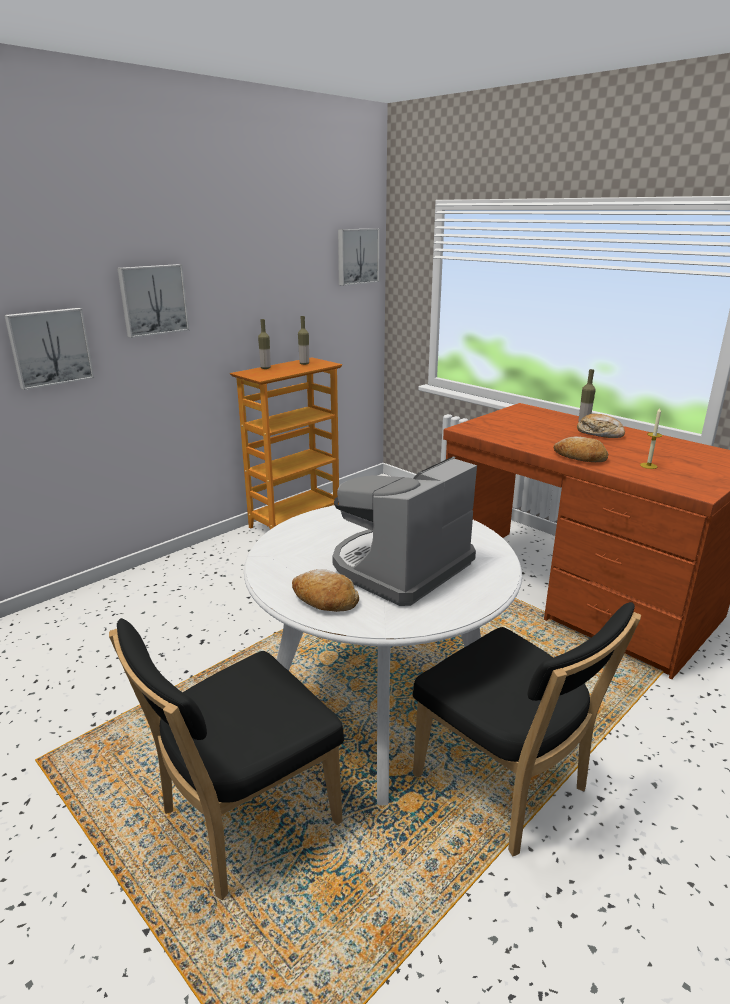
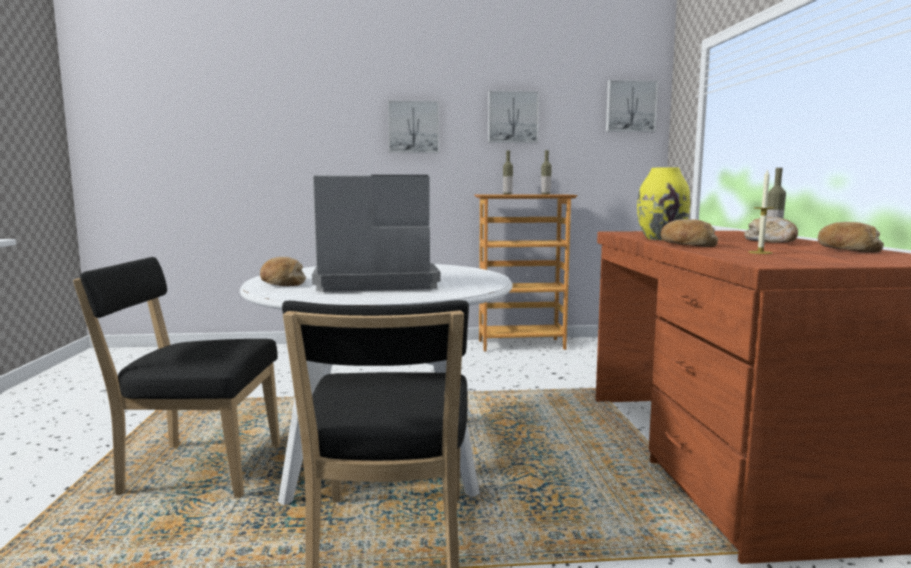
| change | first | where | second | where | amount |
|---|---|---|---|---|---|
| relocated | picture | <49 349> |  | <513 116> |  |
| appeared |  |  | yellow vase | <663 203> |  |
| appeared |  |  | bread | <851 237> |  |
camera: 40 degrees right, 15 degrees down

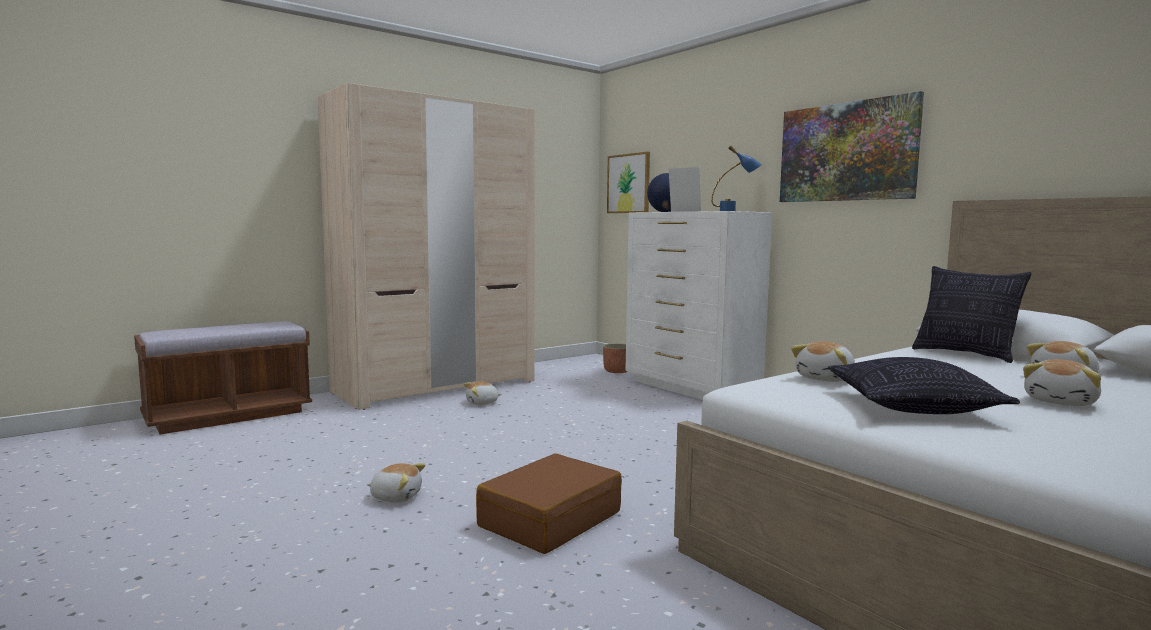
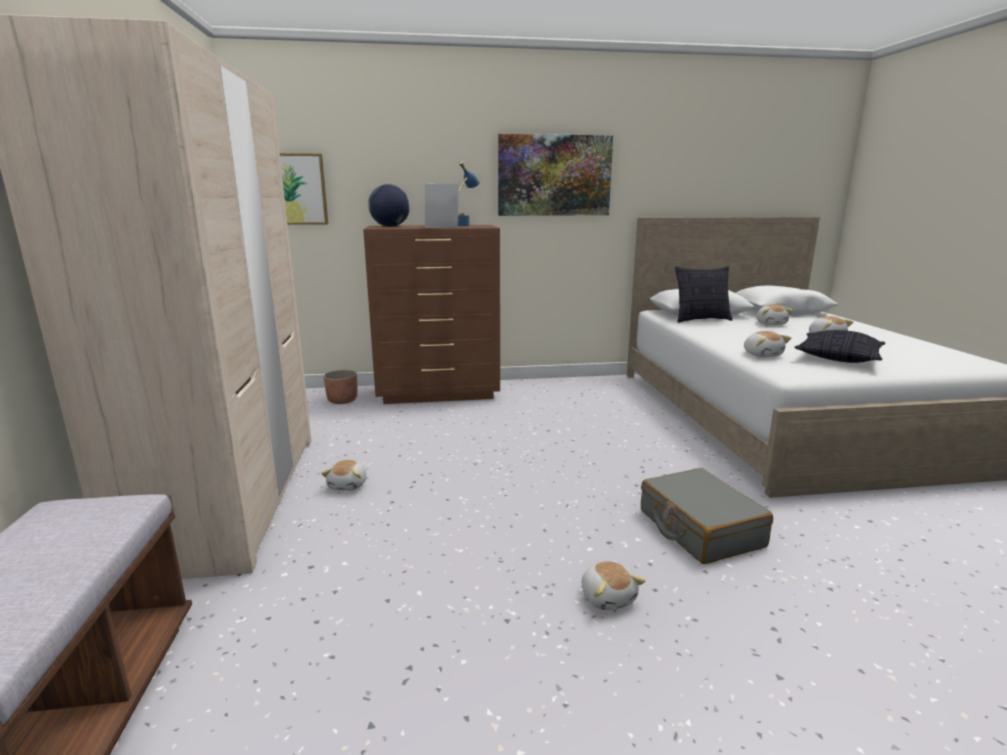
| change | first | where | second | where | amount |
|---|---|---|---|---|---|
| colour | white dresser | <698 305> | brown dresser | <431 314> |  |
| colour | brown suitcase | <549 503> | grey suitcase | <707 516> |  |
| spun | plush toy | <396 483> |  | <614 586> | 120 degrees clockwise |
camera: 60 degrees left, 10 degrees up

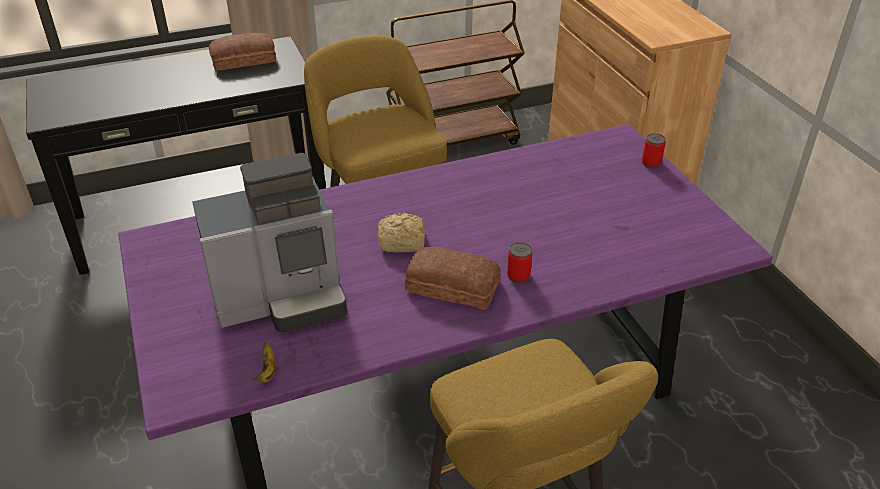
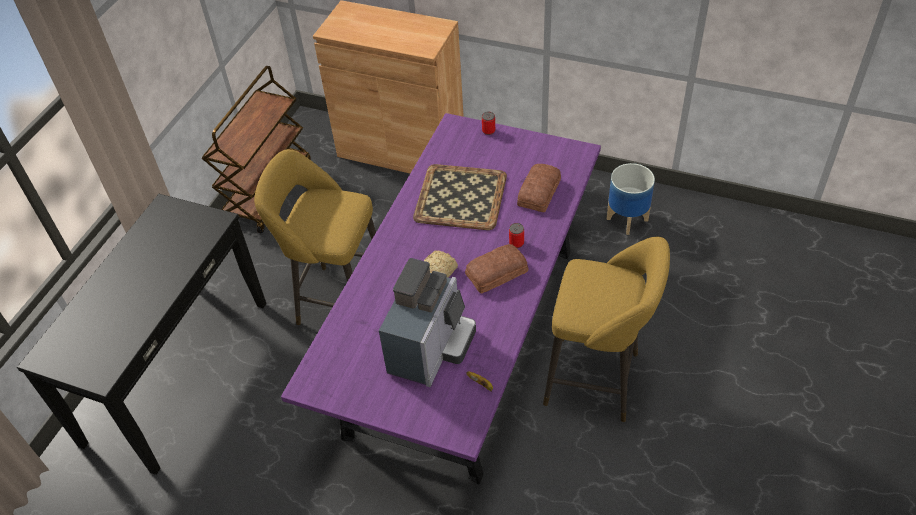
| change | first | where | second | where | amount |
|---|---|---|---|---|---|
| relocated | bread | <242 52> |  | <539 188> |  |
| appeared |  |  | planter | <631 199> |  |
| appeared |  |  | tray | <460 197> |  |
camera: 45 degrees left, 10 degrees up

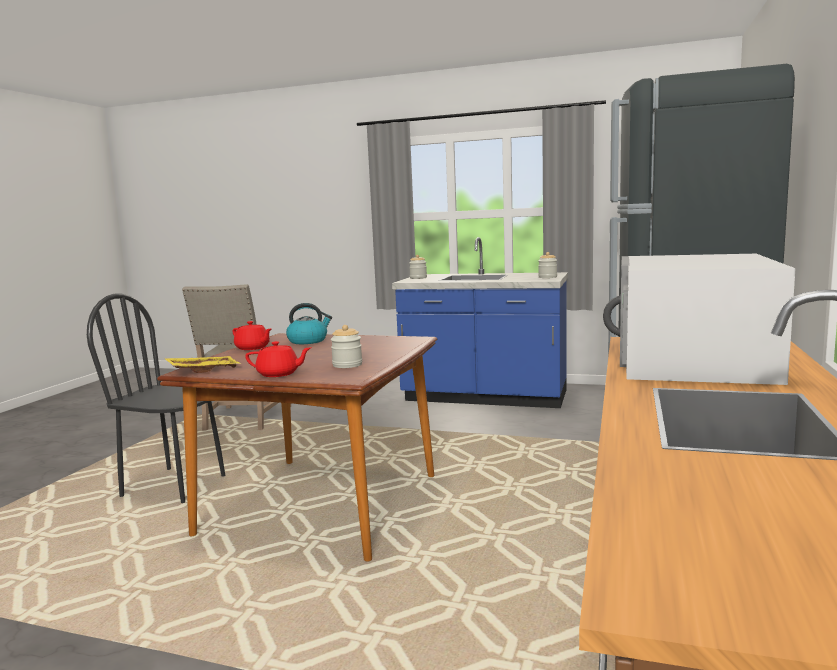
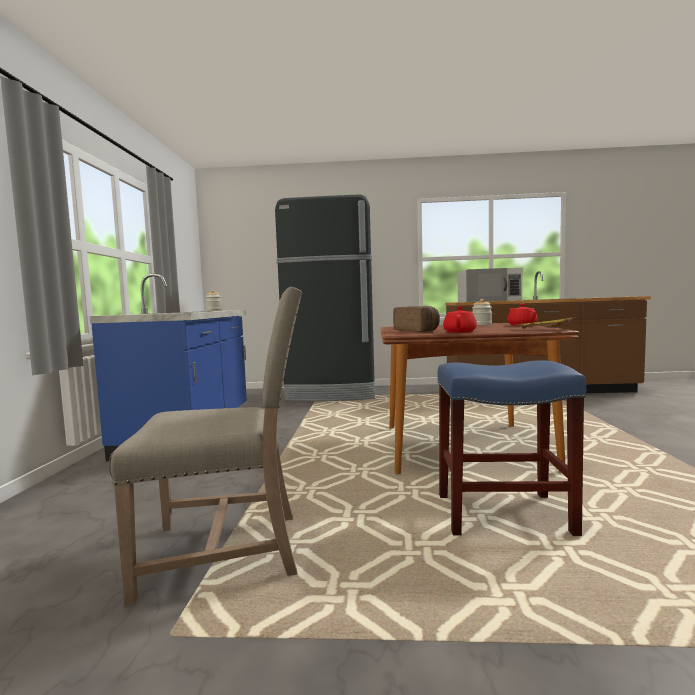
| change | first | where | second | where | amount |
|---|---|---|---|---|---|
| missing | jar | <418 267> |  |  |  |
| exchanged | black chair | <156 398> | blue stool | <511 448> |  |
| exchanged | kettle | <309 323> | bread | <416 319> |  |
camera: 105 degrees left, 5 degrees down

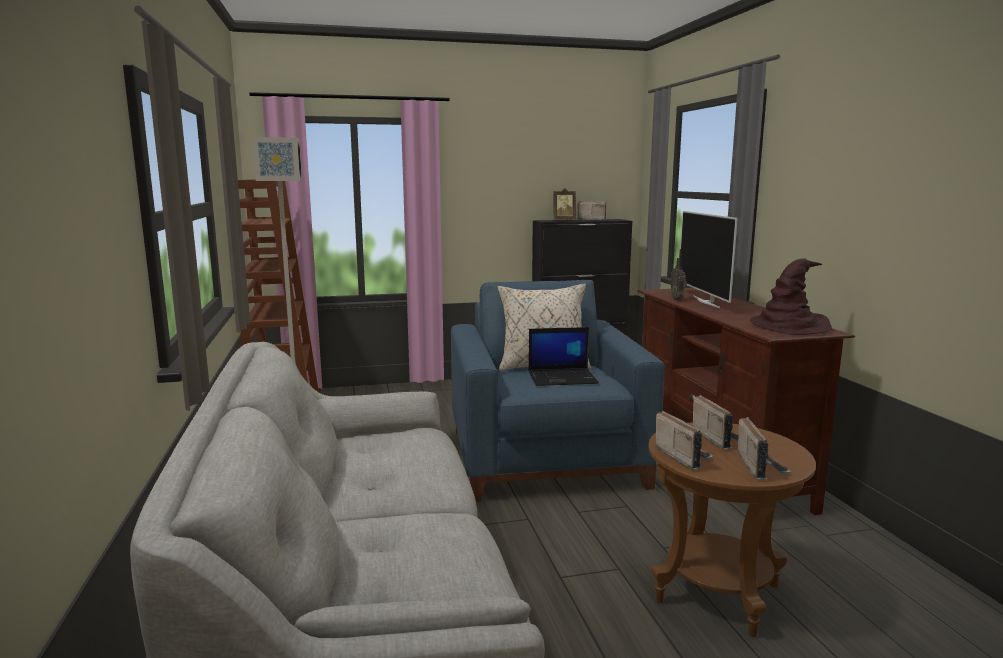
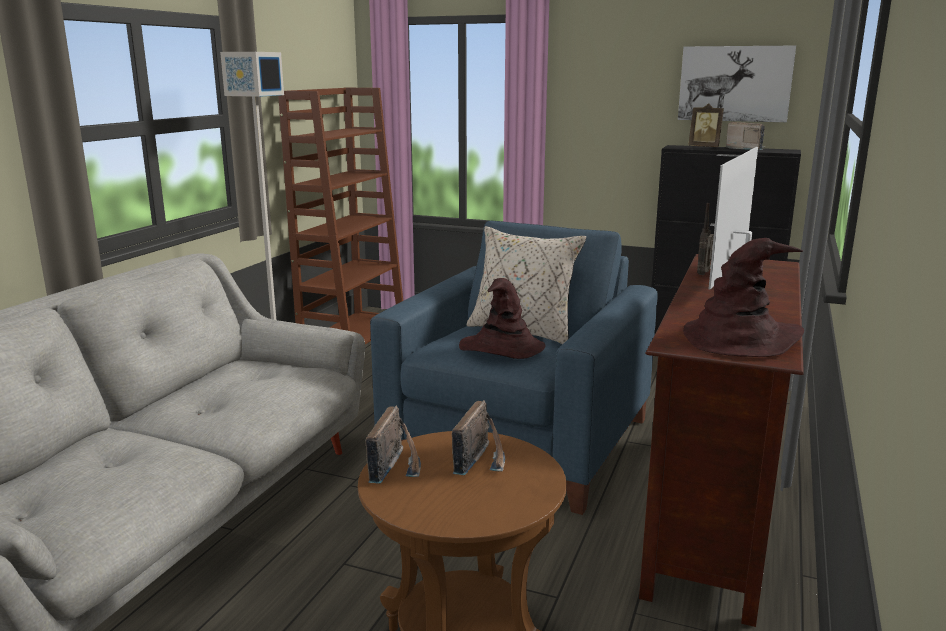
| change | first | where | second | where | amount |
|---|---|---|---|---|---|
| exchanged | laptop | <564 356> | brown hat | <502 318> |  |
| missing | radio | <764 448> |  |  |  |
| appeared |  |  | picture | <737 84> |  |
camera: 35 degrees right, 5 degrees up

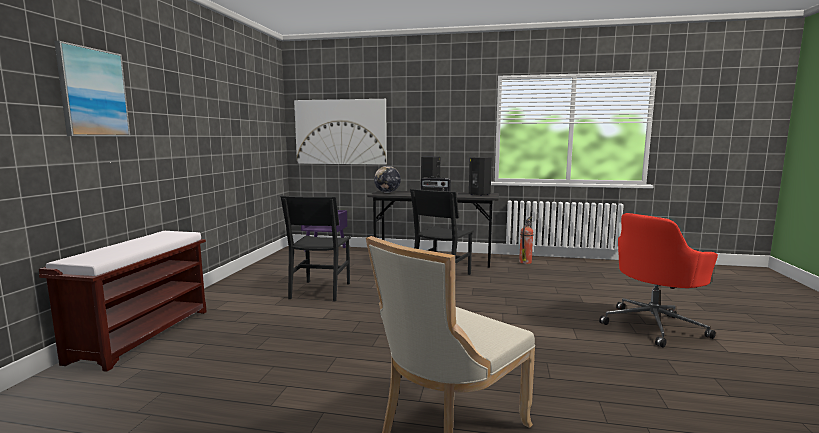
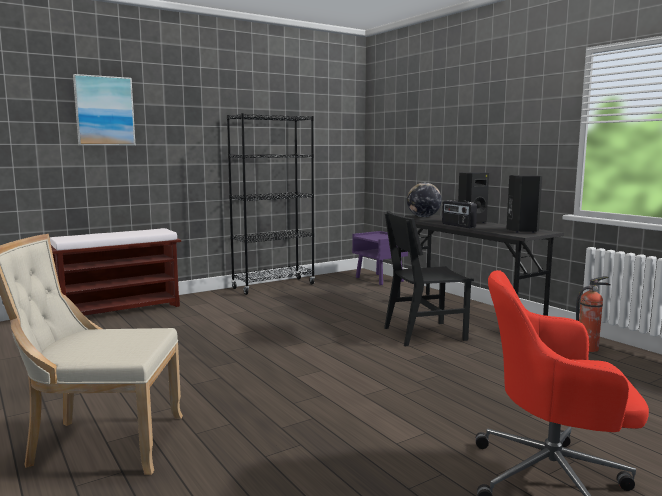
| change | first | where | second | where | amount |
|---|---|---|---|---|---|
| missing | picture | <340 132> |  |  |  |
| missing | black chair | <316 248> |  |  |  |
| appeared |  |  | black bookcase | <271 204> |  |
camera: 45 degrees right, 0 degrees up

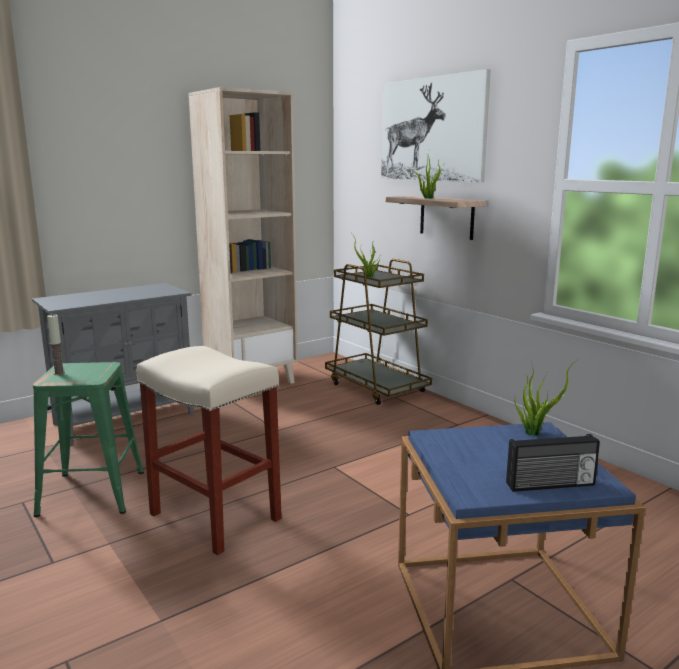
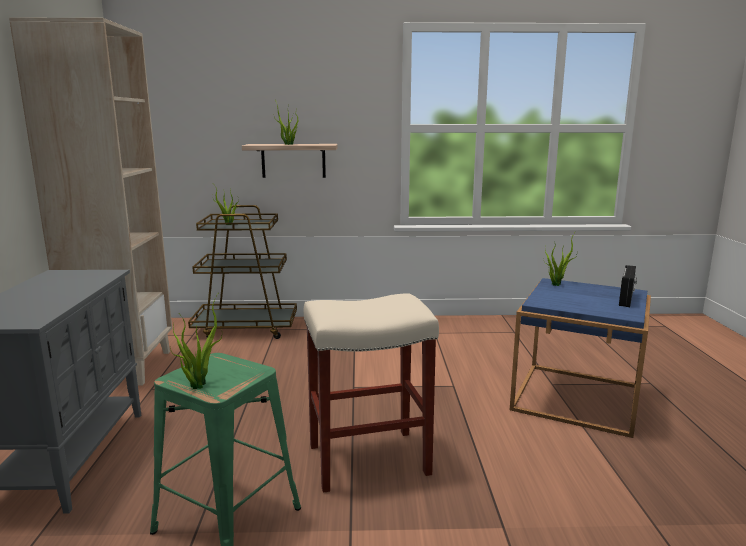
| change | first | where | second | where | amount |
|---|---|---|---|---|---|
| missing | picture | <436 125> |  |  |  |
| exchanged | candle | <56 345> | potted plant | <196 340> |  |
camera: 55 degrees left, 0 degrees up

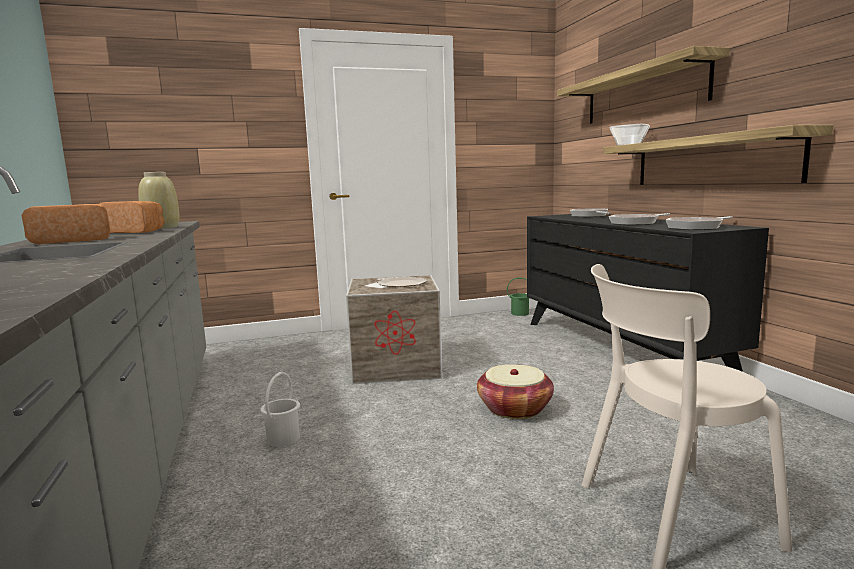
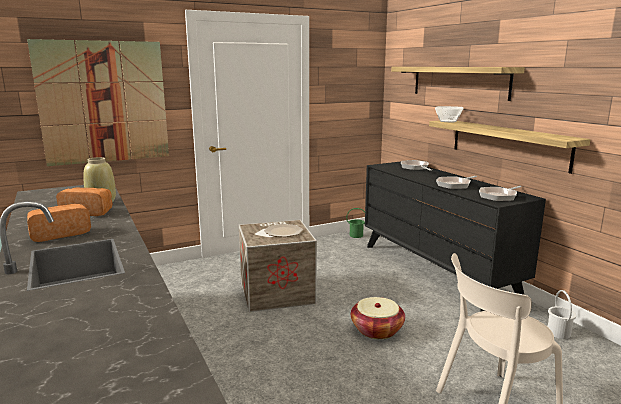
| change | first | where | second | where | amount |
|---|---|---|---|---|---|
| relocated | white bucket | <280 409> |  | <562 314> |  |
| appeared |  |  | picture | <98 102> |  |
camera: 10 degrees left, 5 degrees up

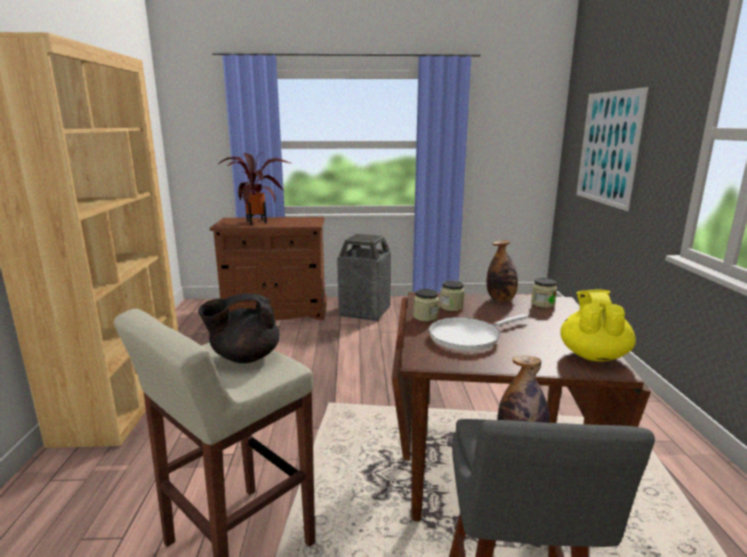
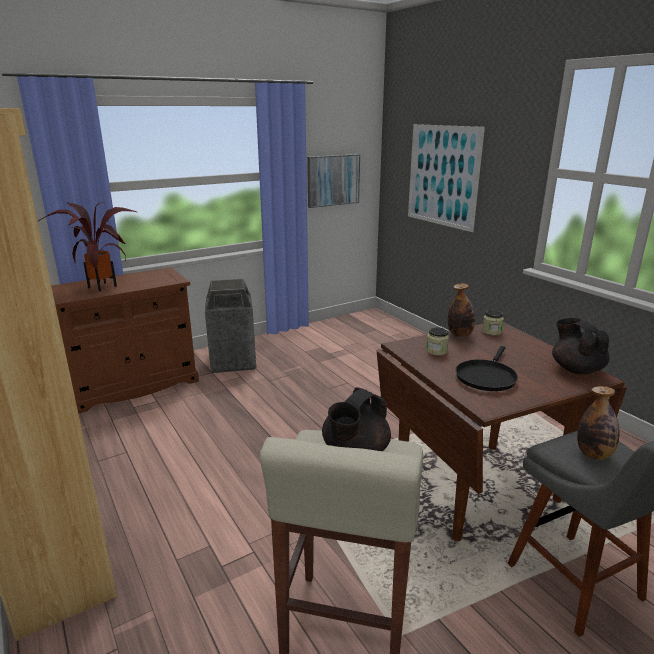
| change | first | where | second | where | amount |
|---|---|---|---|---|---|
| missing | jar | <426 305> |  |  |  |
| colour | yellow teapot | <598 326> | black teapot | <581 346> |  |
| colour | white frying pan | <478 332> | black frying pan | <487 368> |  |
| appeared |  |  | picture | <333 181> |  |
camera: 30 degrees left, 5 degrees up

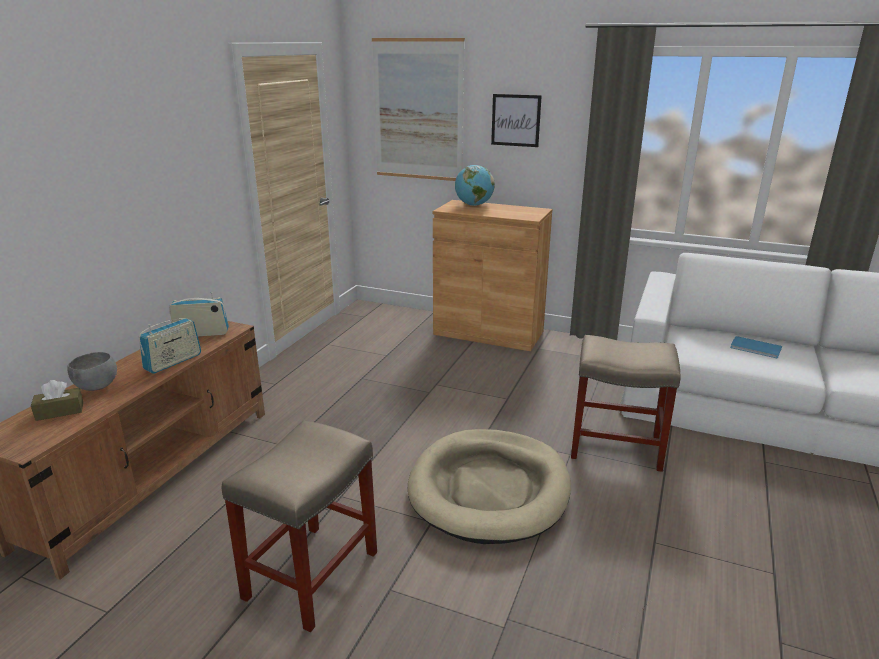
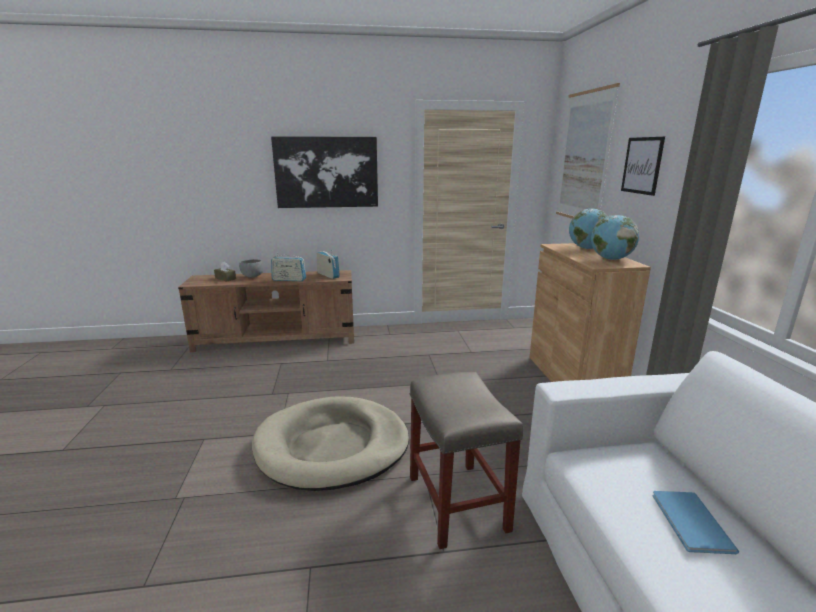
| change | first | where | second | where | amount |
|---|---|---|---|---|---|
| missing | beige stool | <299 526> |  |  |  |
| appeared |  |  | picture | <324 172> |  |
| appeared |  |  | globe | <615 237> |  |
camera: 60 degrees right, 5 degrees down

